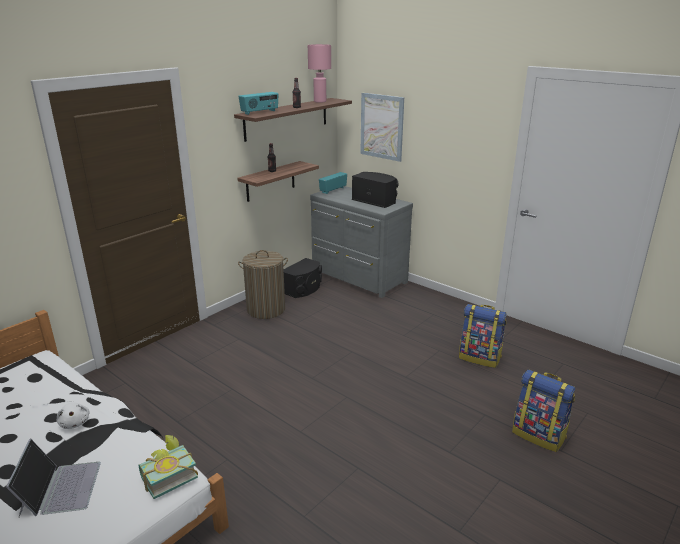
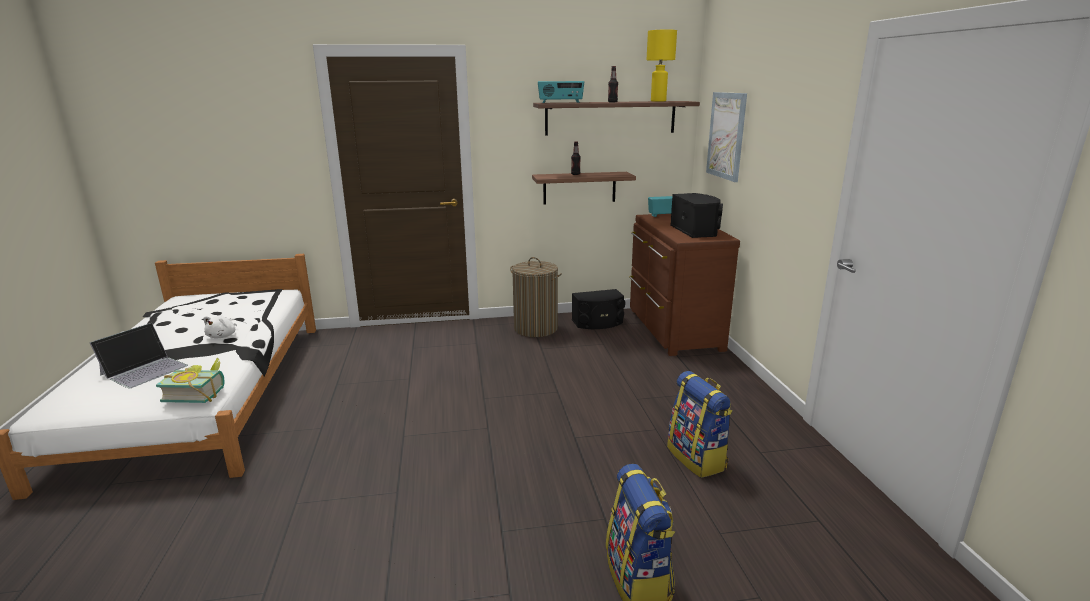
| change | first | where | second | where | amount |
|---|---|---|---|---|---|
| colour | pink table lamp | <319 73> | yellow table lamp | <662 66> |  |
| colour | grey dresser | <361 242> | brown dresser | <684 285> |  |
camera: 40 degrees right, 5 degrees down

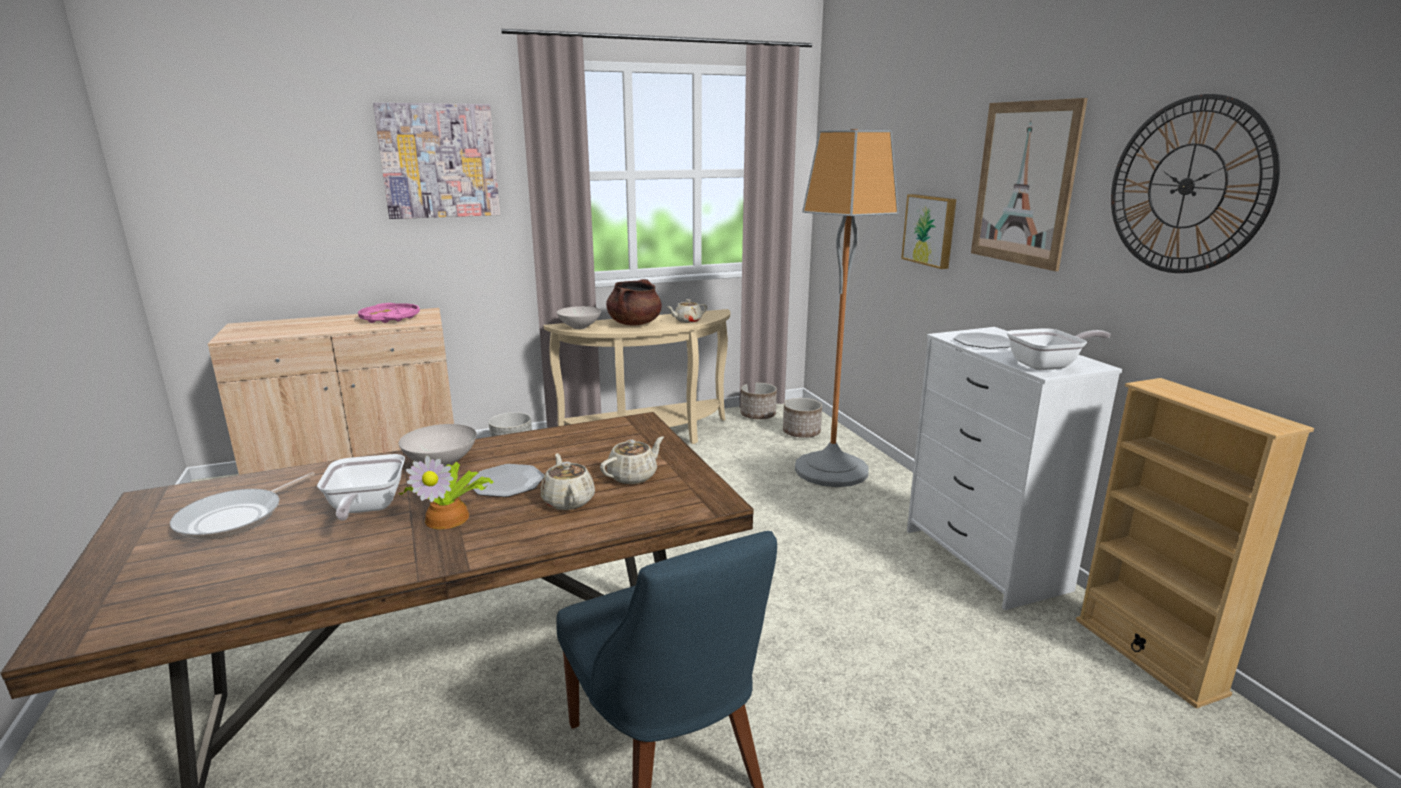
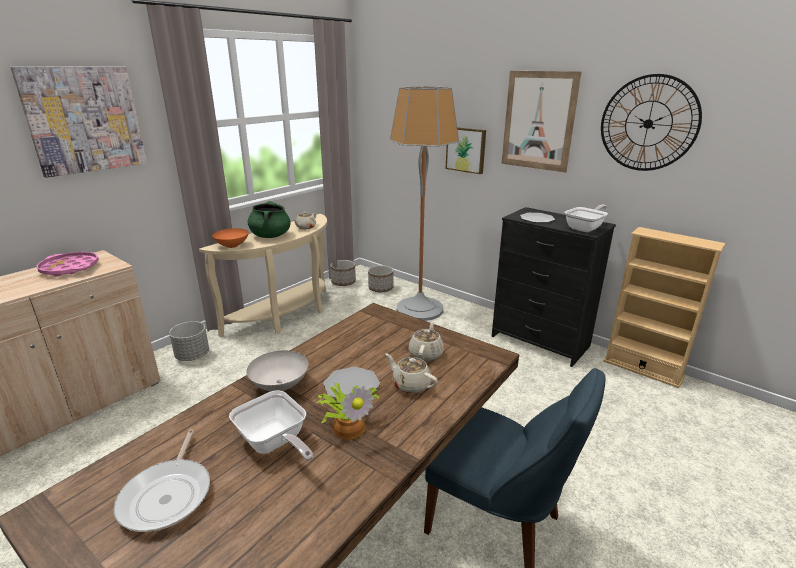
| change | first | where | second | where | amount |
|---|---|---|---|---|---|
| colour | brown cooking pot | <634 302> | green cooking pot | <269 219> |  |
| colour | white bowl | <578 317> | orange bowl | <230 238> |  |
| colour | white dresser | <1014 468> | black dresser | <553 287> |  |
camera: 30 degrees left, 5 degrees up

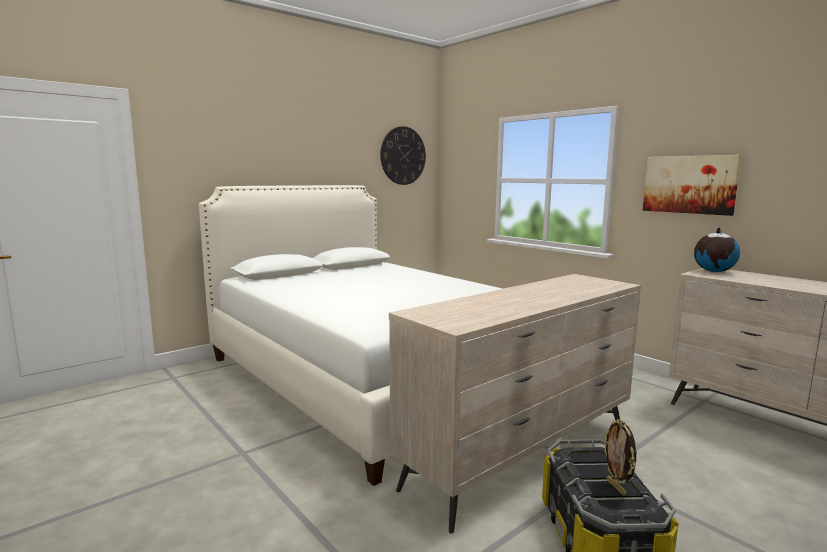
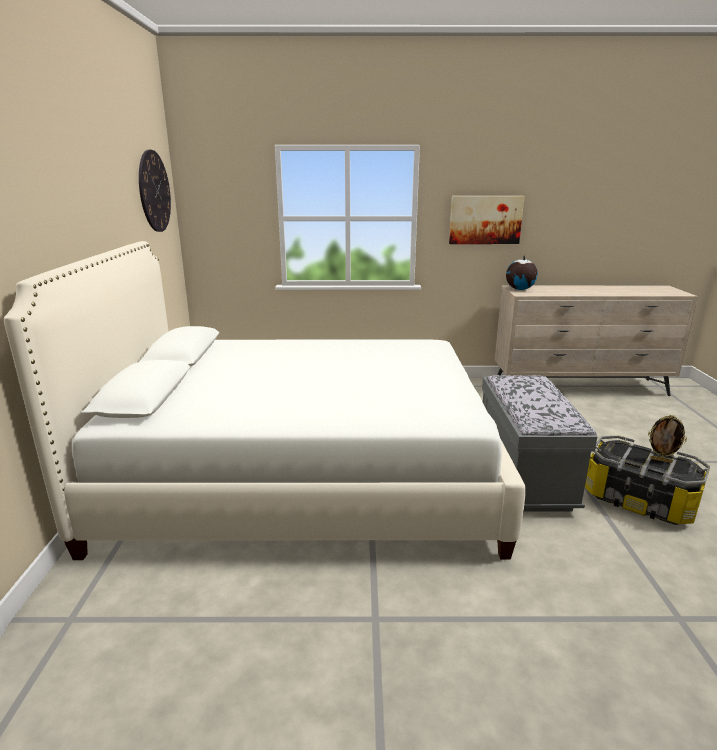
| change | first | where | second | where | amount |
|---|---|---|---|---|---|
| exchanged | beige dresser | <515 403> | grey bench | <539 443> |  |
camera: 50 degrees left, 10 degrees up

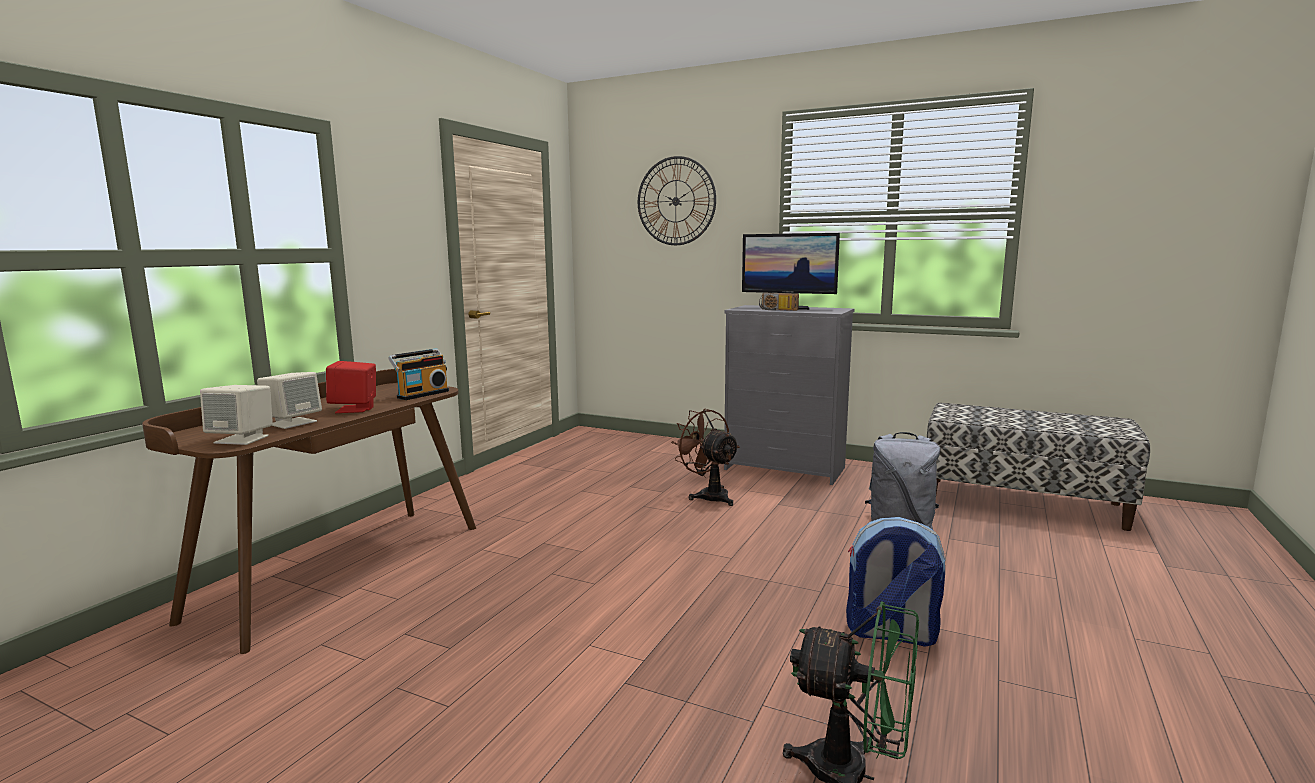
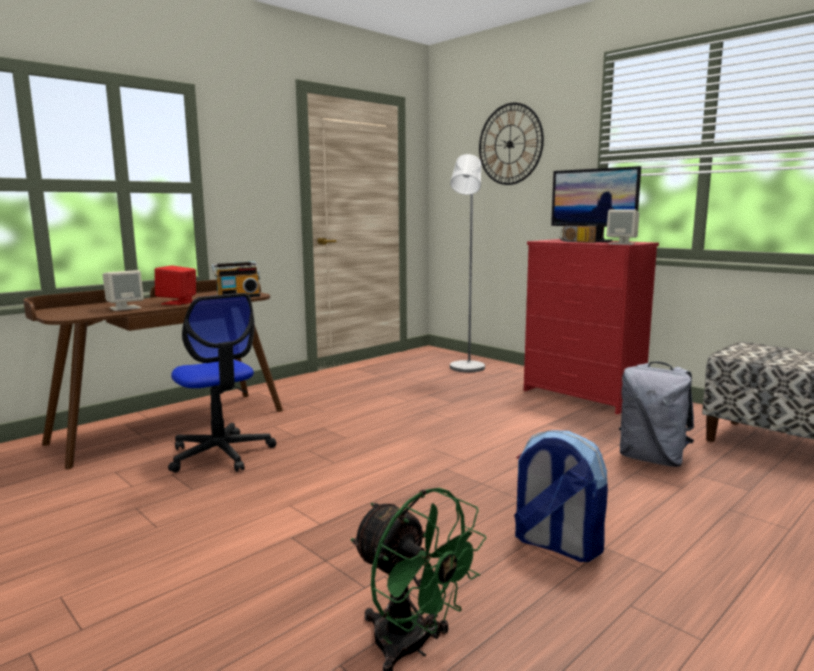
| change | first | where | second | where | amount |
|---|---|---|---|---|---|
| colour | grey dresser | <789 395> | red dresser | <591 326> |  |
| relocated | beige speaker | <236 415> |  | <622 227> |  |
| missing | brown fan | <705 457> |  |  |  |
| appeared |  |  | grey floor lamp | <467 263> |  |
| appeared |  |  | office chair | <222 383> |  |
camera: 20 degrees right, 0 degrees up

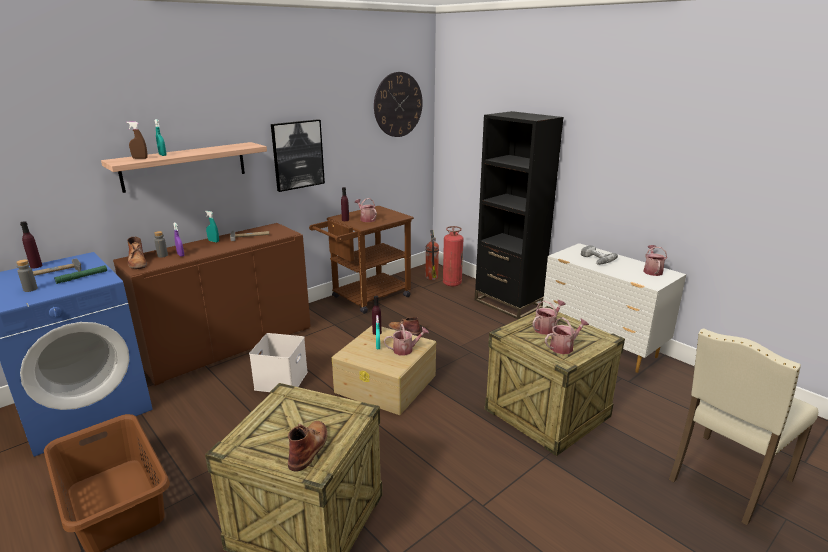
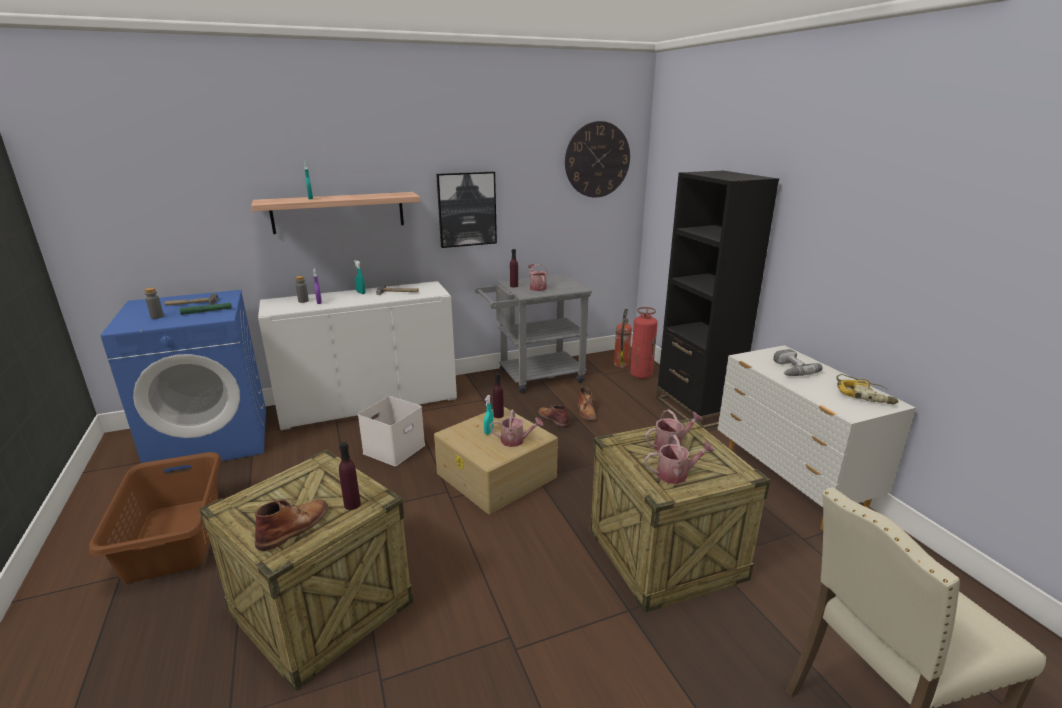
| change | first | where | second | where | amount |
|---|---|---|---|---|---|
| missing | brown spray bottle | <137 140> |  |  |  |
| colour | brown cart | <361 260> | grey cart | <533 333> |  |
| relocated | purple bottle | <31 245> |  | <350 476> |  |
| colour | brown cabinet | <212 304> | white cabinet | <357 355> |  |
| relocated | brown boot | <137 253> |  | <587 404> |  |
| exchanged | watering can | <655 260> | power drill | <867 389> |  |
camera: 20 degrees right, 0 degrees up

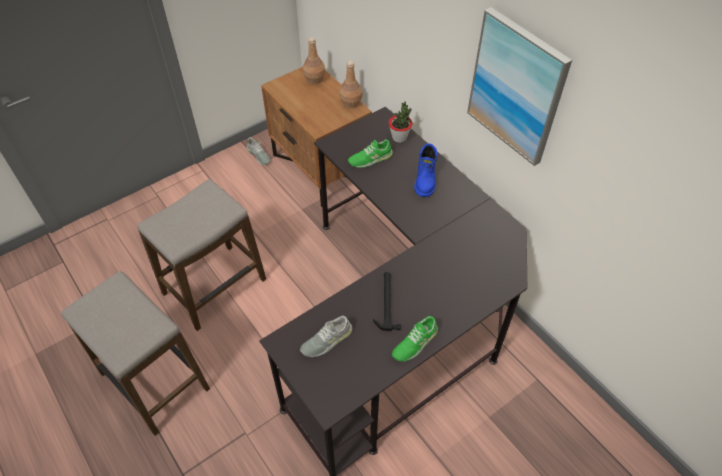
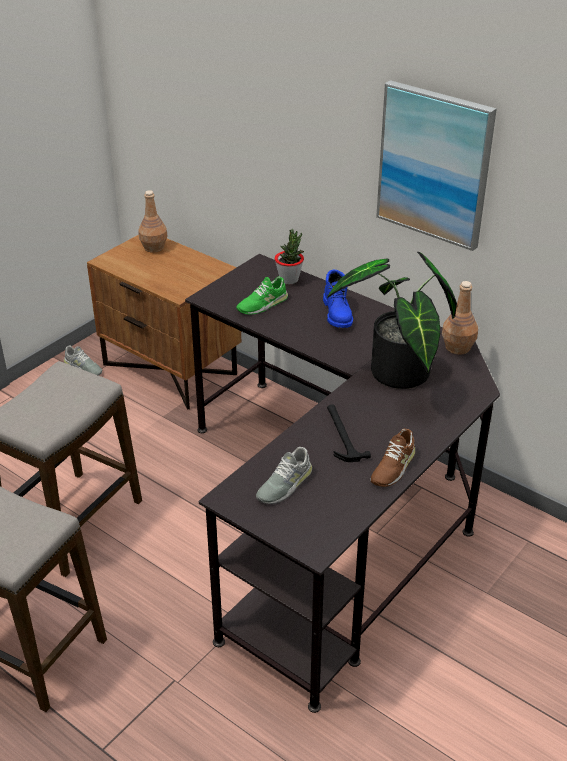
| change | first | where | second | where | amount |
|---|---|---|---|---|---|
| relocated | brown bottle | <350 85> |  | <460 318> |  |
| colour | green shoe | <415 338> | brown shoe | <392 458> |  |
| appeared |  |  | potted plant | <392 320> |  |
camera: 15 degrees left, 15 degrees down

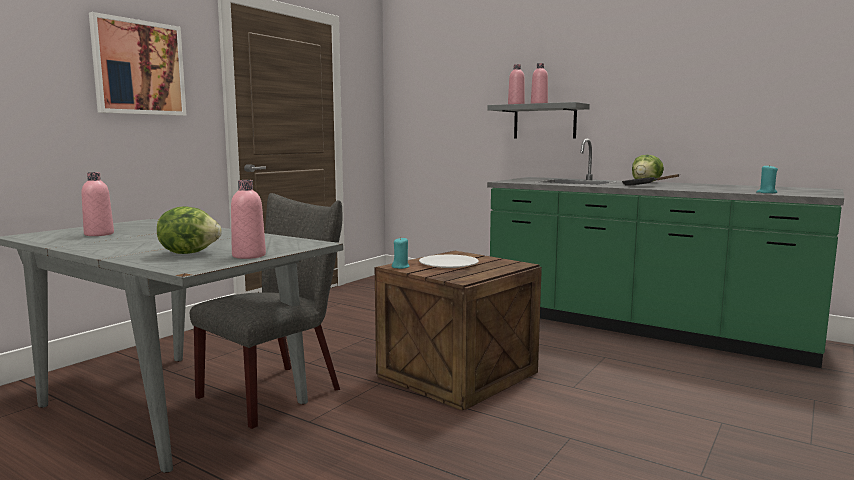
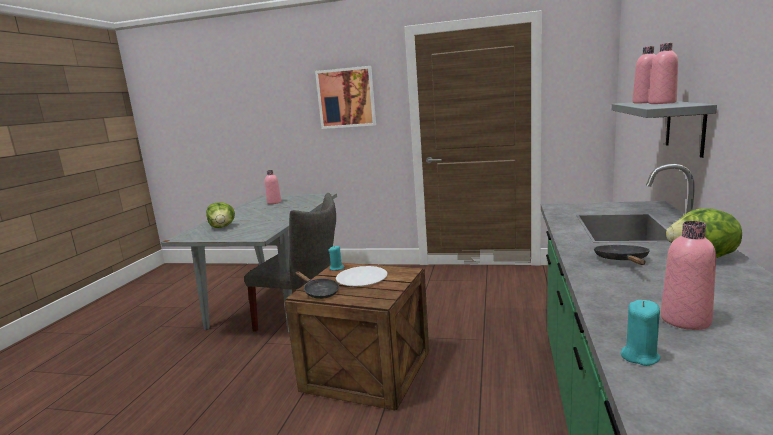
| change | first | where | second | where | amount |
|---|---|---|---|---|---|
| relocated | pink bottle | <248 219> |  | <688 275> |  |
| appeared |  |  | black frying pan | <317 285> |  |
camera: 70 degrees right, 5 degrees up

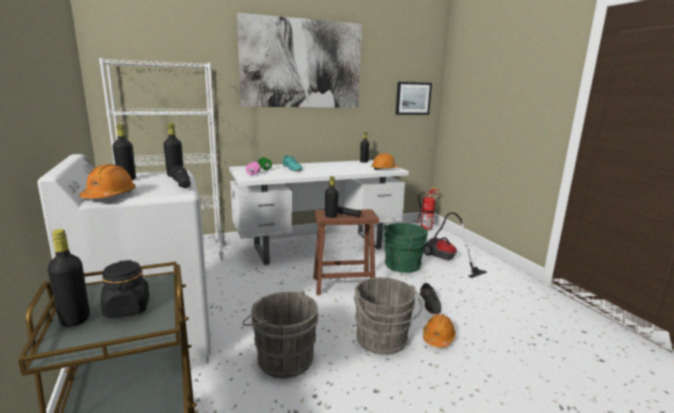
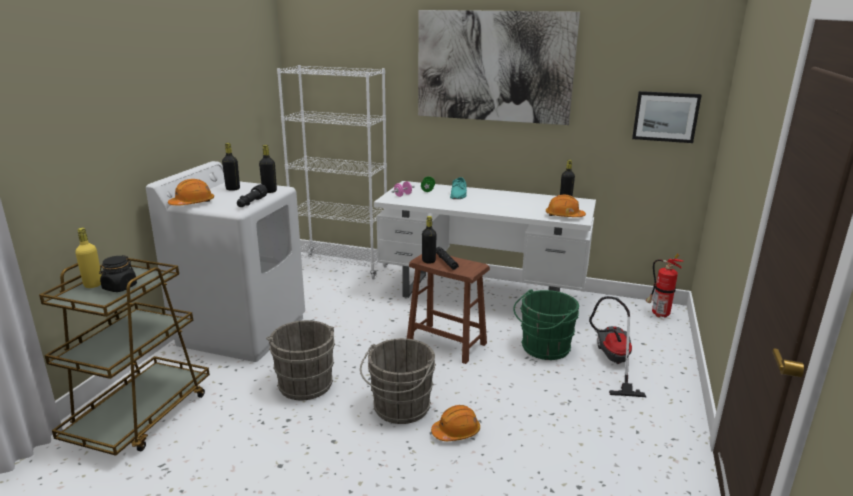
| change | first | where | second | where | amount |
|---|---|---|---|---|---|
| colour | black bottle | <68 278> | yellow bottle | <88 258> |  |
| missing | grey shoe | <430 298> |  |  |  |
camera: 40 degrees right, 5 degrees up

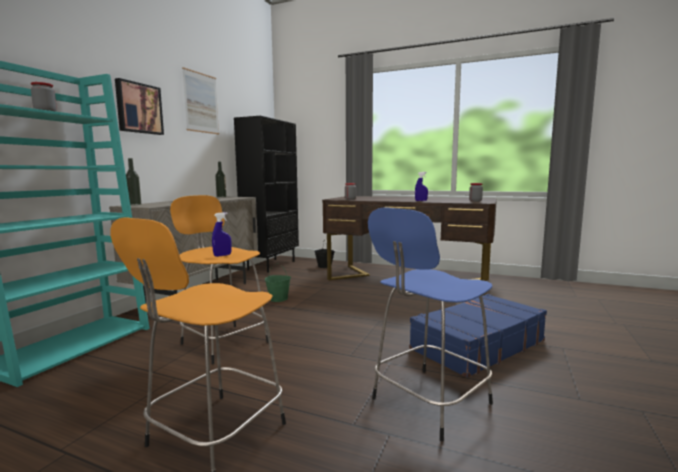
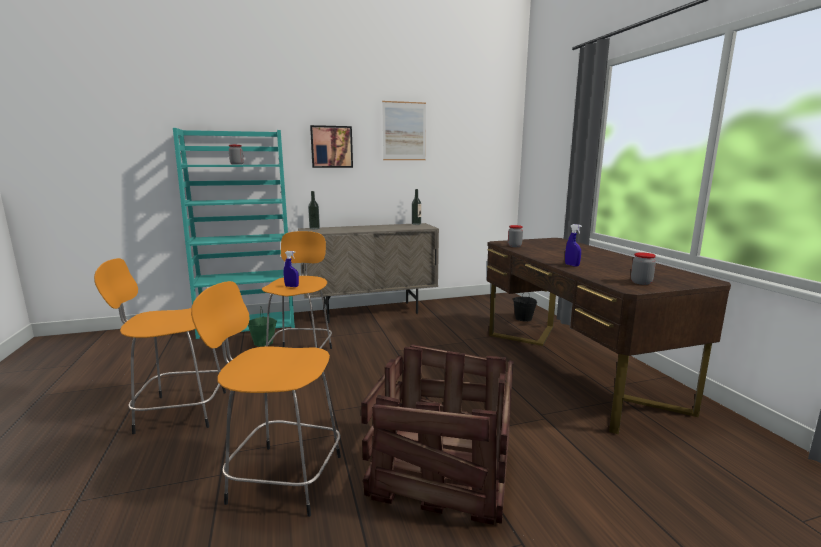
| change | first | where | second | where | amount |
|---|---|---|---|---|---|
| missing | black bookcase | <266 194> |  |  |  |
| colour | blue stool | <430 324> | orange stool | <266 399> |  |
| relocated | green bucket | <278 282> |  | <262 326> |  |
| exchanged | blue suitcase | <478 336> | crate | <437 434> |  |
camera: 50 degrees right, 5 degrees up

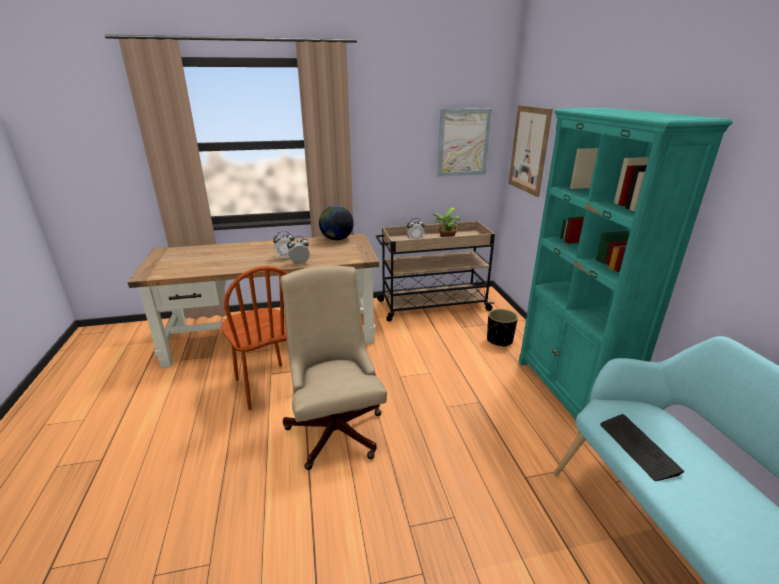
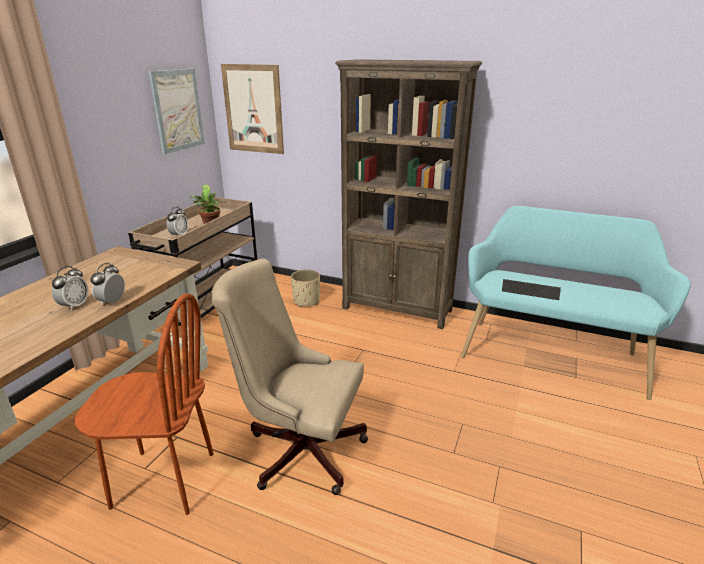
| change | first | where | second | where | amount |
|---|---|---|---|---|---|
| colour | turquoise bookcase | <626 271> | brown bookcase | <408 194> |  |
| missing | globe | <336 223> |  |  |  |
| colour | black planter | <502 328> | beige planter | <305 288> |  |
camera: 55 degrees left, 0 degrees up

